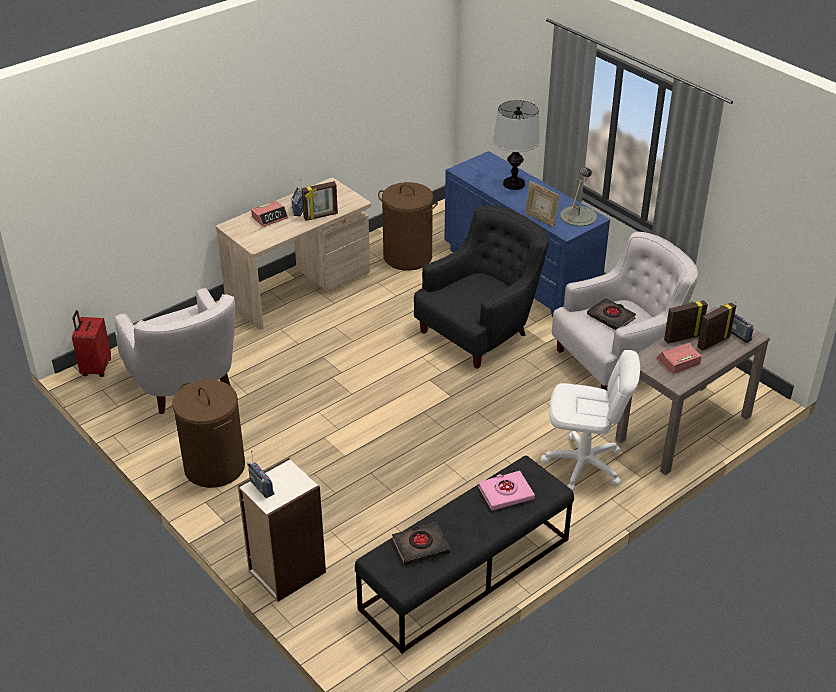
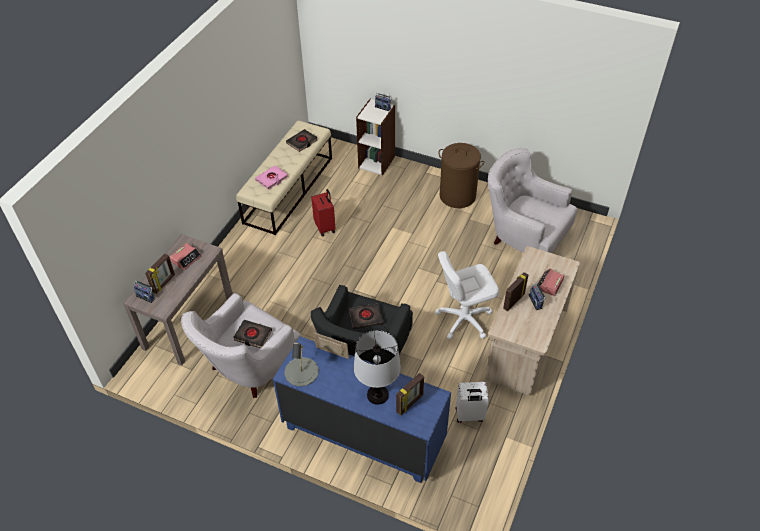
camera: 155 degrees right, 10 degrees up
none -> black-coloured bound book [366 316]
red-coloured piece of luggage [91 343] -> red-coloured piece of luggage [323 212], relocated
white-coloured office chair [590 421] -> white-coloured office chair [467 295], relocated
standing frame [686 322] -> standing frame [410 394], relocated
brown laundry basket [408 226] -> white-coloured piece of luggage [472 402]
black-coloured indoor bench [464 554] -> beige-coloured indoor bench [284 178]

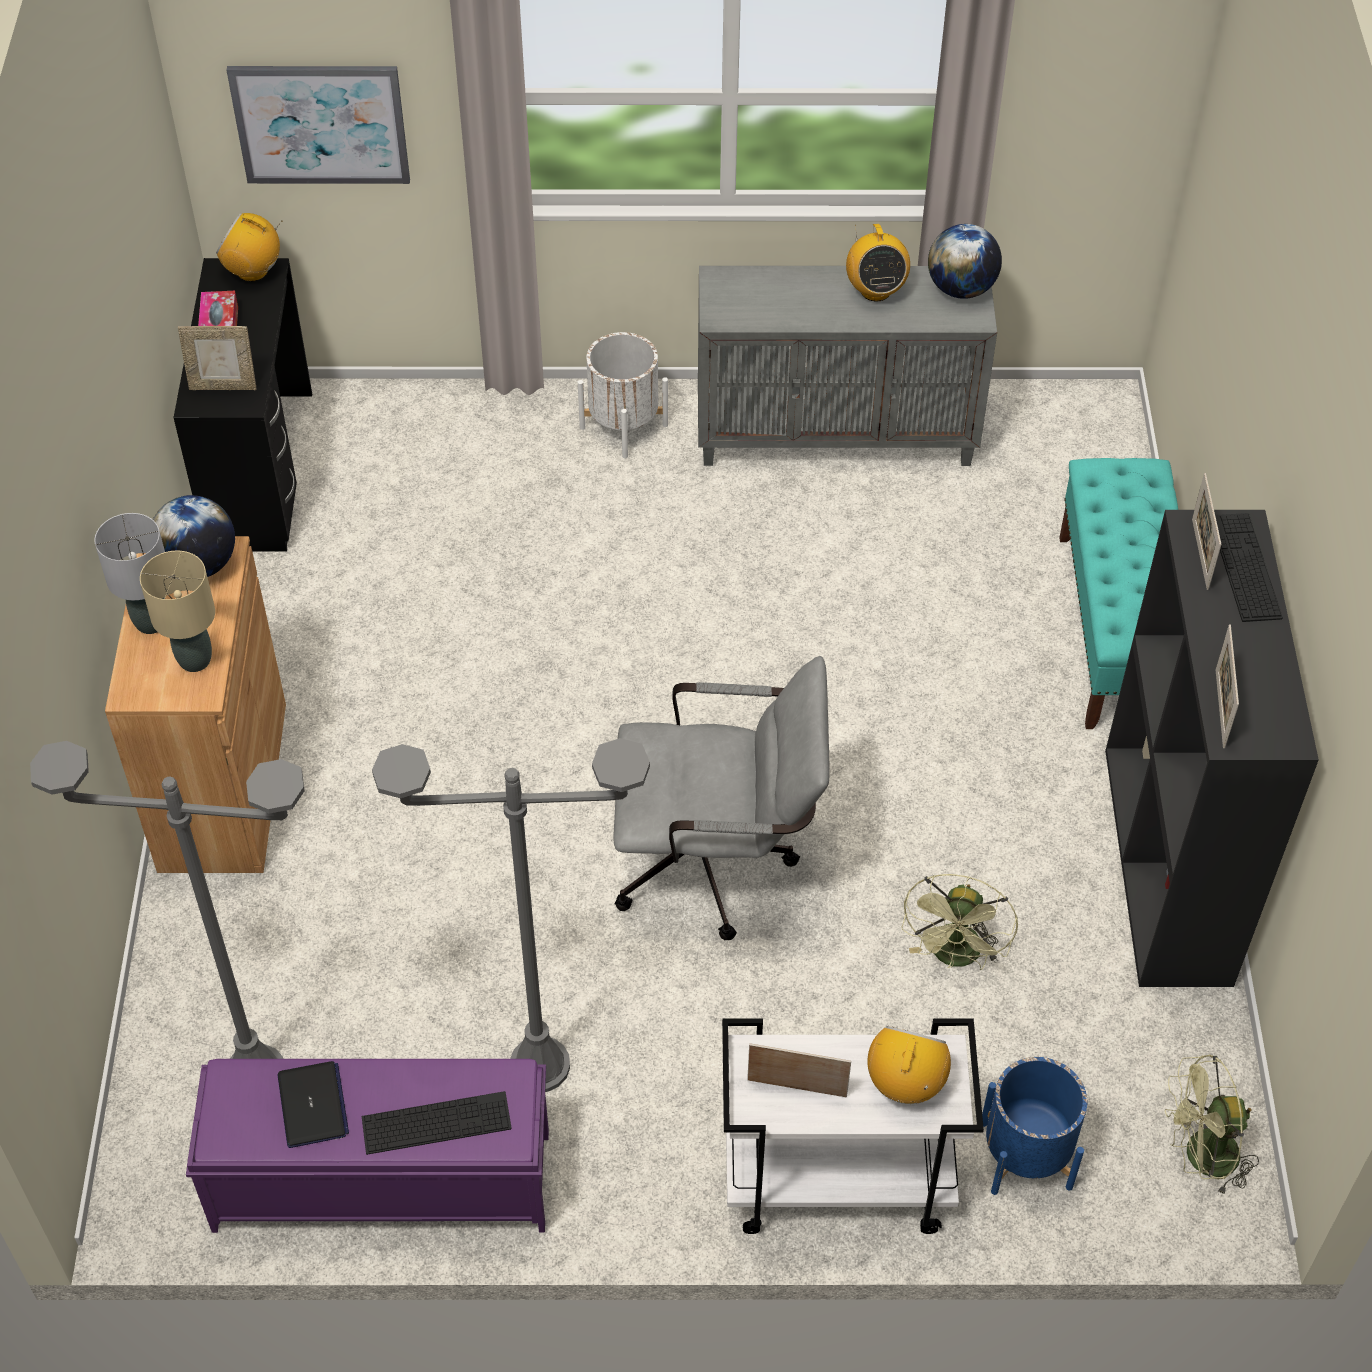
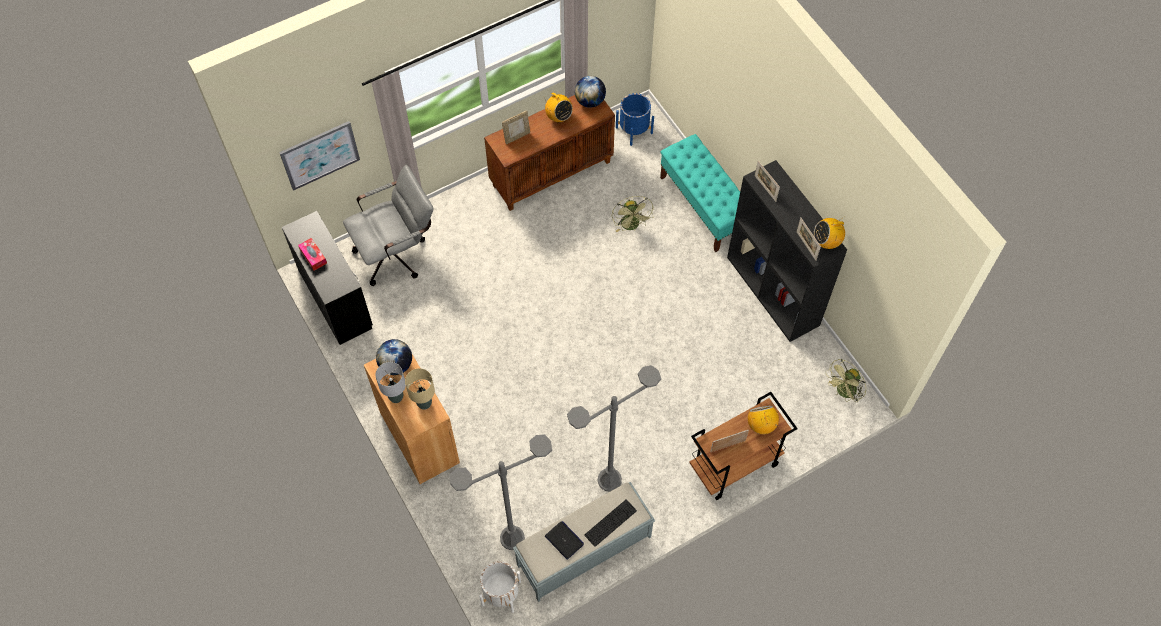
camera: 30 degrees left, 10 degrees up
PC keyboard [1249 567] -> none
standing frame [217 358] -> standing frame [516 127], relocated
radio receiver [249 247] -> radio receiver [829 233], relocated
white-coloured plant pot [623 395] -> white-coloured plant pot [500 587], relocated
greyish office chair [721 798] -> greyish office chair [388 225], relocated
green fan [959 922] -> green fan [633 214], relocated
bluish plant pot [1034 1126] -> bluish plant pot [635 119], relocated
purplish indoor bench [367 1146] -> greyish indoor bench [584 542]
greyish cupboard [847 366] -> brown cupboard [549 153]
white-coloured wheeled cart [853 1126] -> brown wheeled cart [743 446]

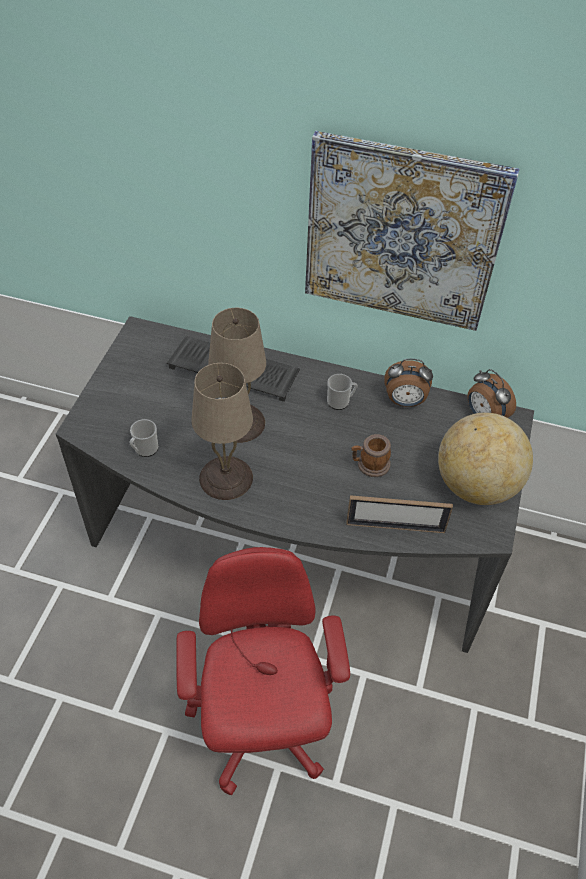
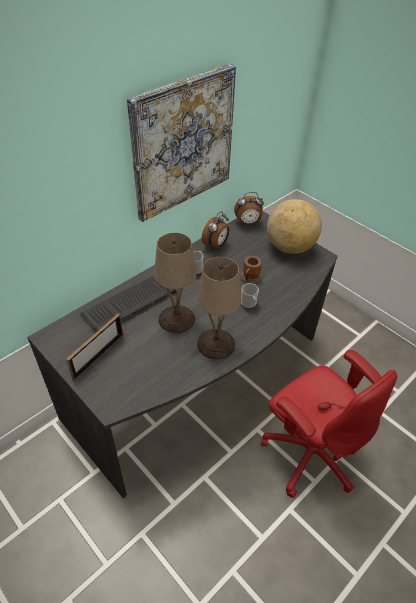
camera: 60 degrees left, 5 degrees down
coffee mug [143 438] -> coffee mug [250 296], relocated
standing frame [399 514] -> standing frame [94 347], relocated
red-coloured office chair [263 671] -> red-coloured office chair [329 424], 150 degrees counterclockwise

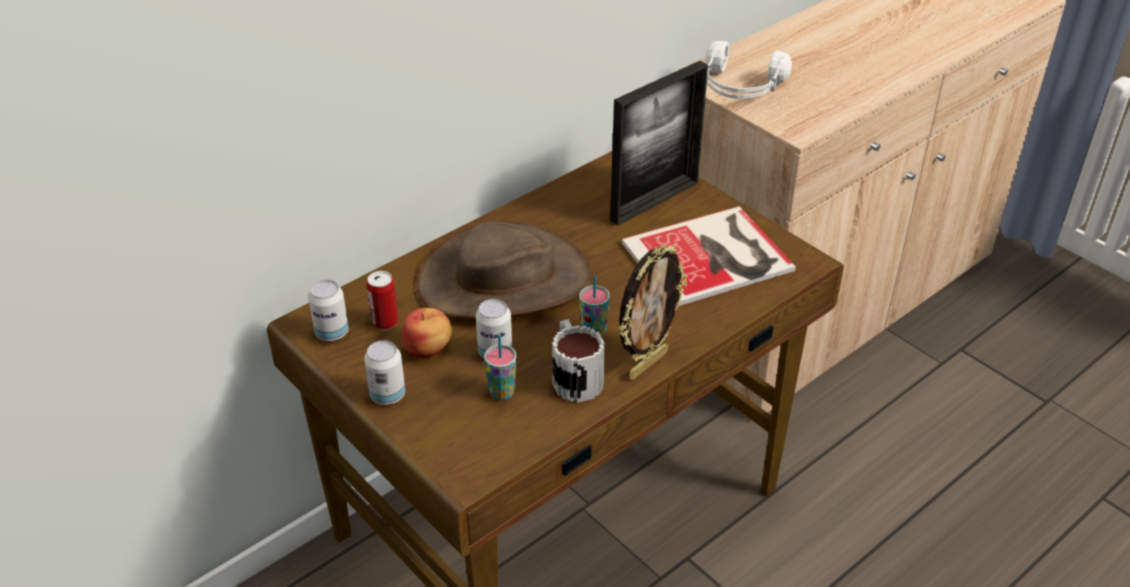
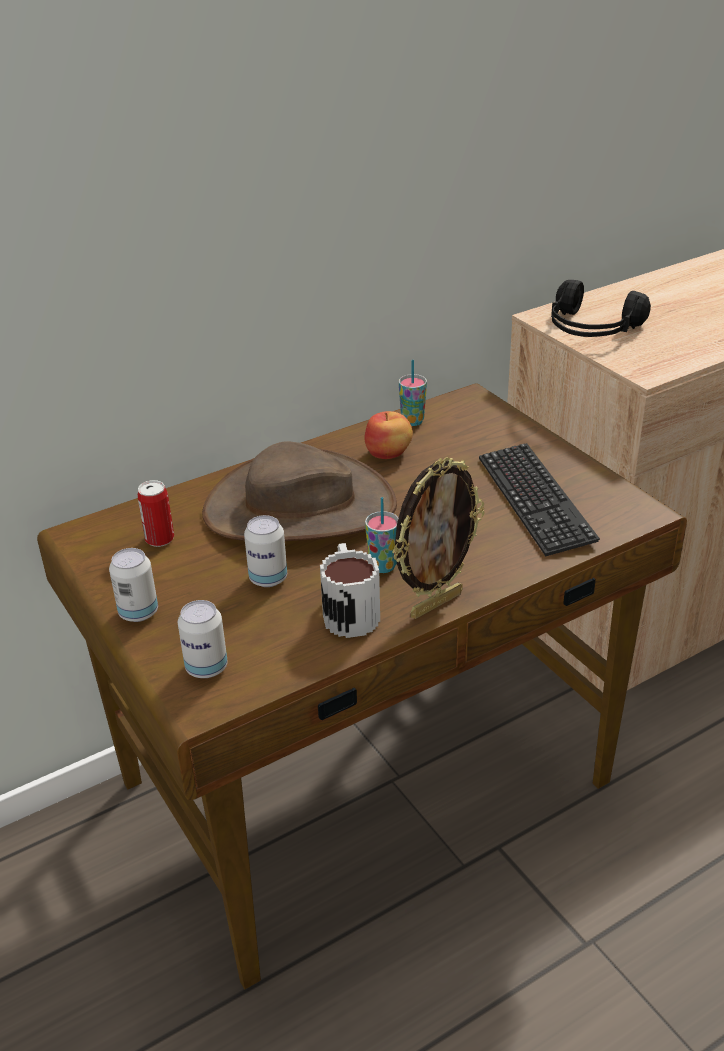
camera: 10 degrees right, 5 degrees down
standing frame [659 143] -> none
can [328 310] -> can [203 639], relocated
apple [427 333] -> apple [389 435], relocated
small cup [500 367] -> small cup [413 393], relocated
bound book [708 256] -> PC keyboard [539 499]
white-coloured pair of headphones [748 70] -> black-coloured pair of headphones [601 308]

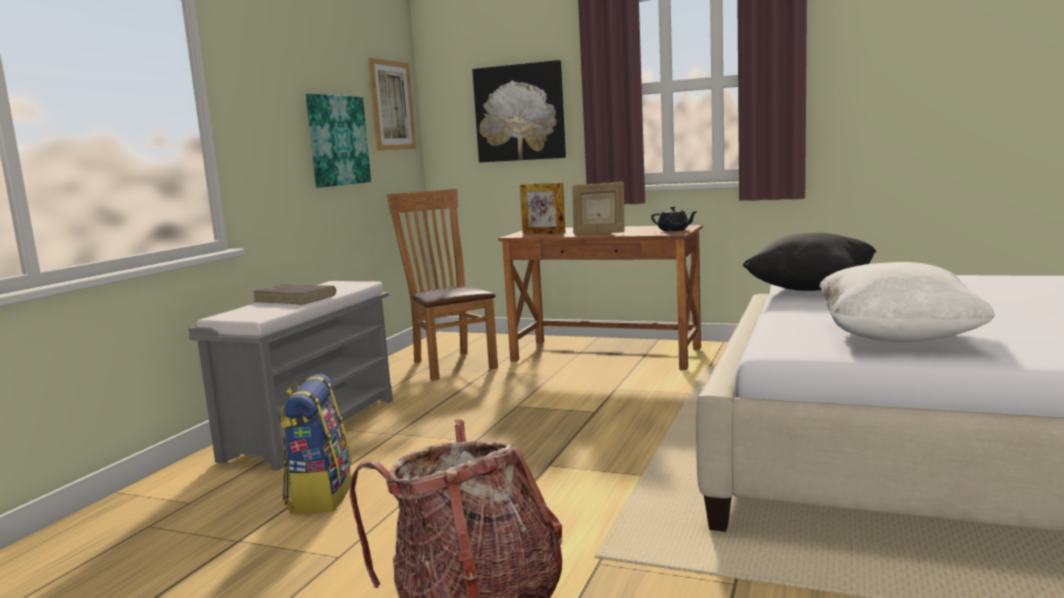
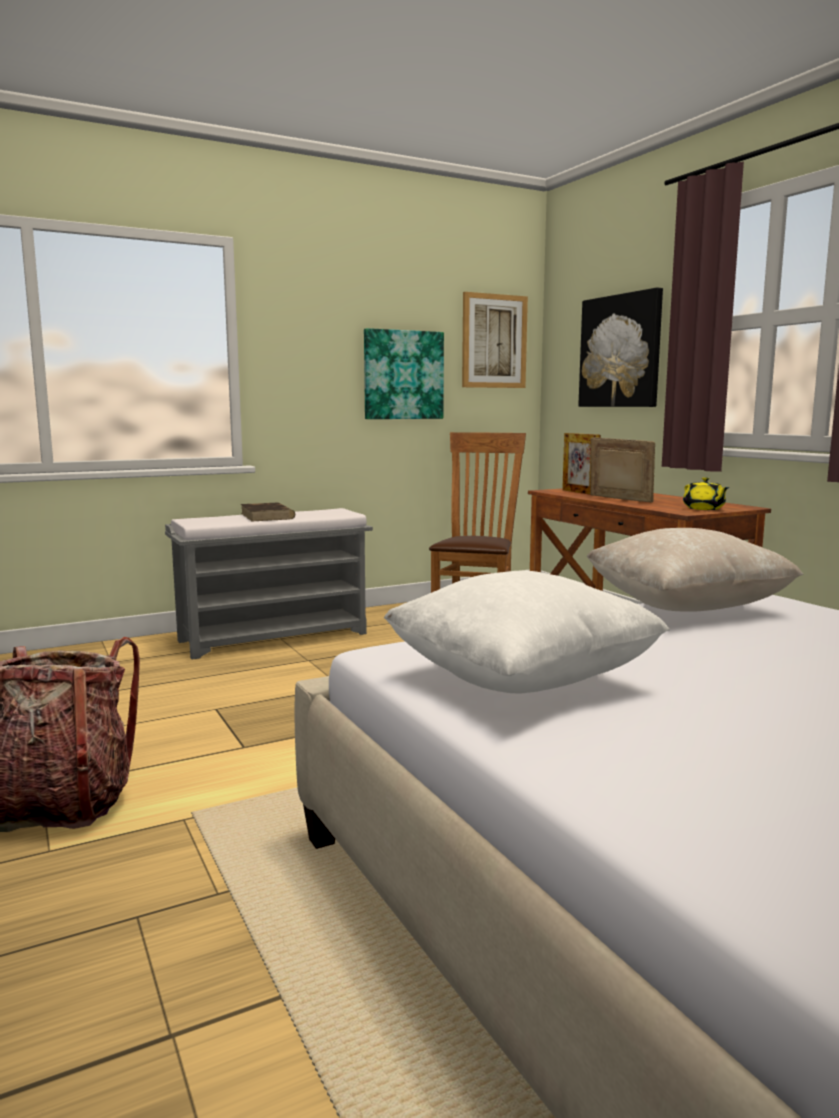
camera: 40 degrees right, 0 degrees up
backpack [316 444] -> none
black-coloured teapot [674 218] -> yellow-coloured teapot [706 493]
black-coloured pillow [810 262] -> beige-coloured pillow [694 570]
standing frame [598 208] -> standing frame [622 469], 150 degrees clockwise

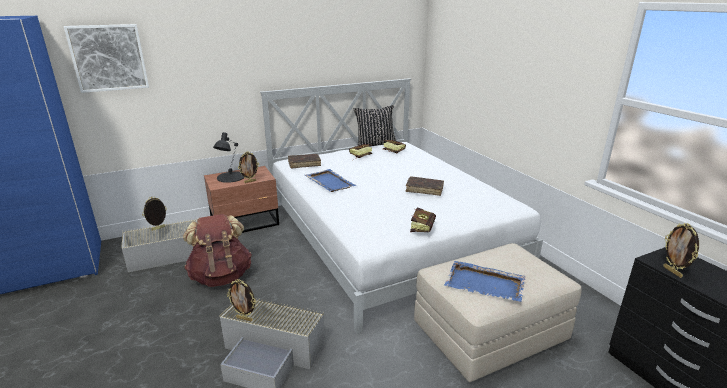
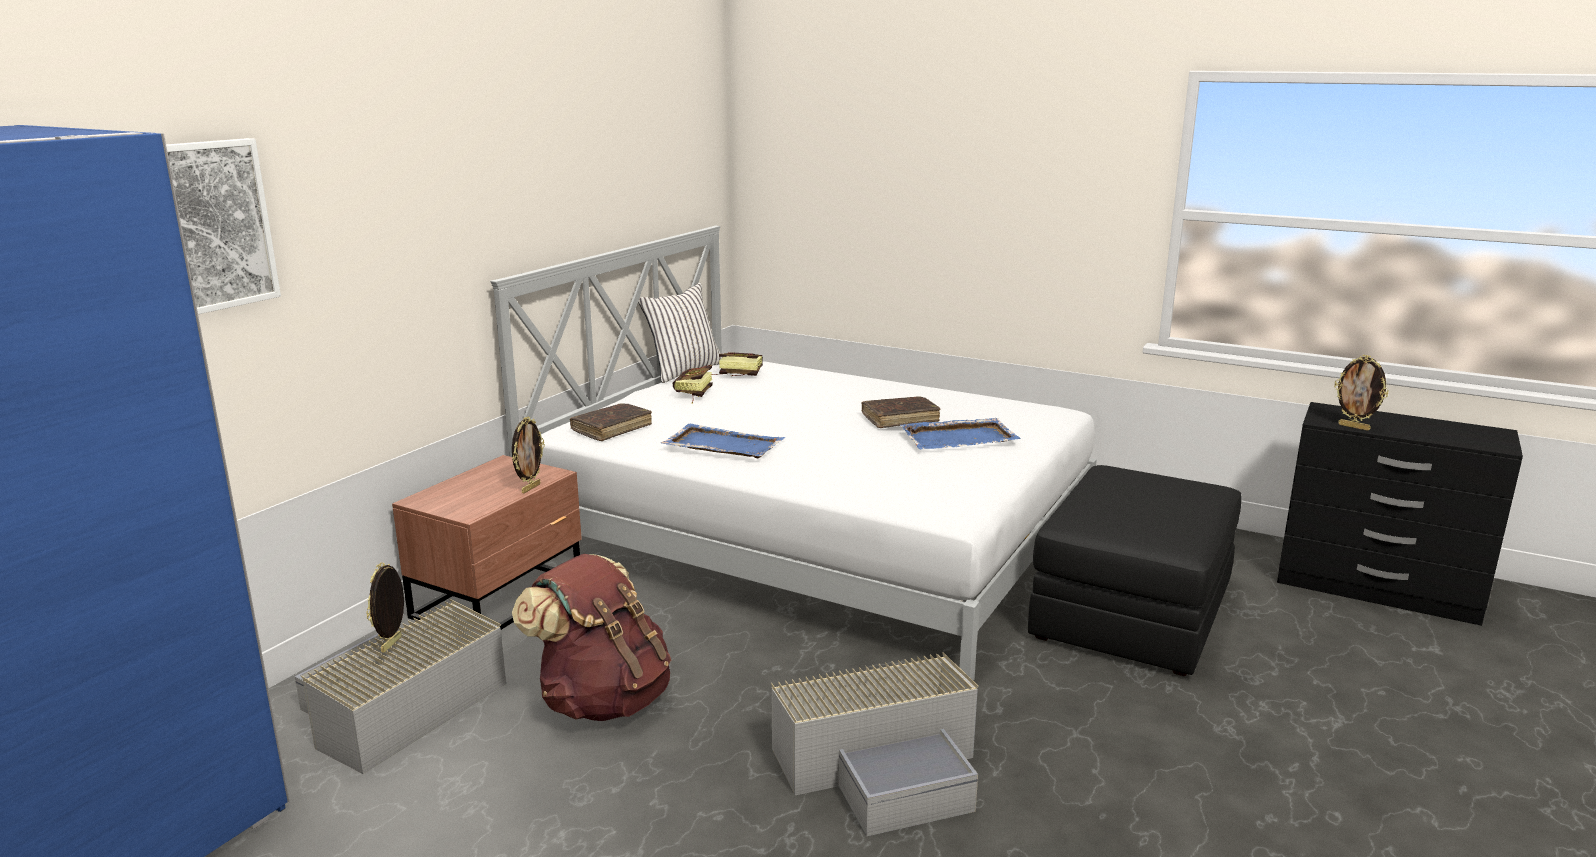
camera: 35 degrees left, 5 degrees down
black-coloured lamp for a table [228 157] -> none
standing frame [241 300] -> none
bound book [423 219] -> none
bluish carrying tray [485 281] -> bluish carrying tray [960 433], relocated
black-coloured pillow [374 126] -> white-coloured pillow [680 333]
beige-coloured ottoman [498 313] -> black-coloured ottoman [1135 570]

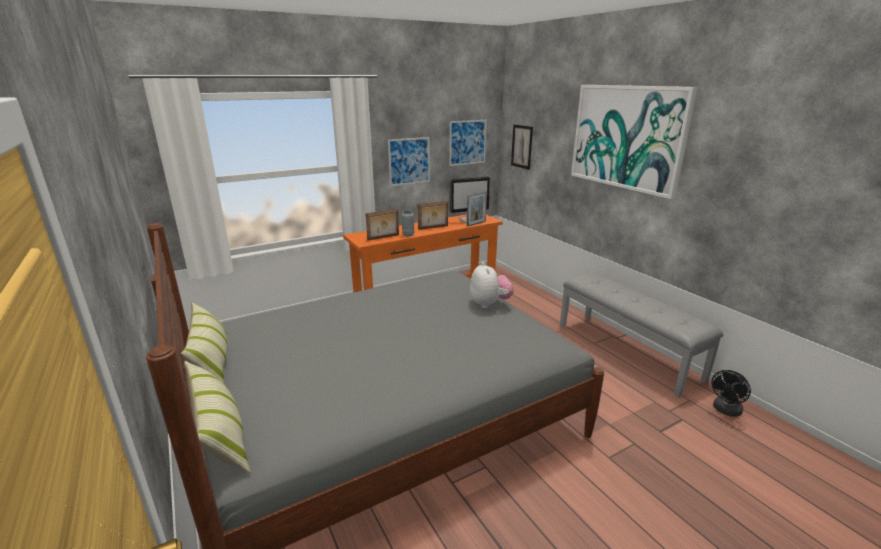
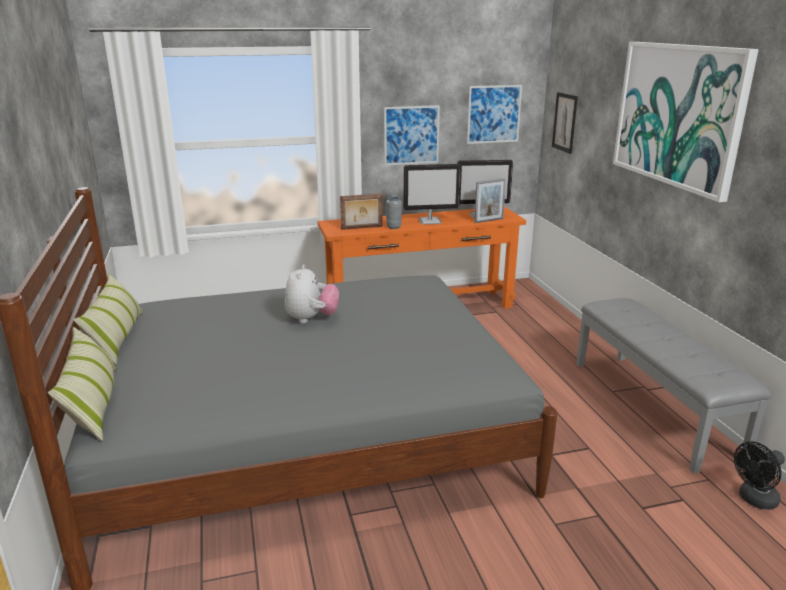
camera: 15 degrees right, 0 degrees up
cuddly toy [492 285] -> cuddly toy [312 293], relocated
standing frame [433 215] -> monitor [432 194]

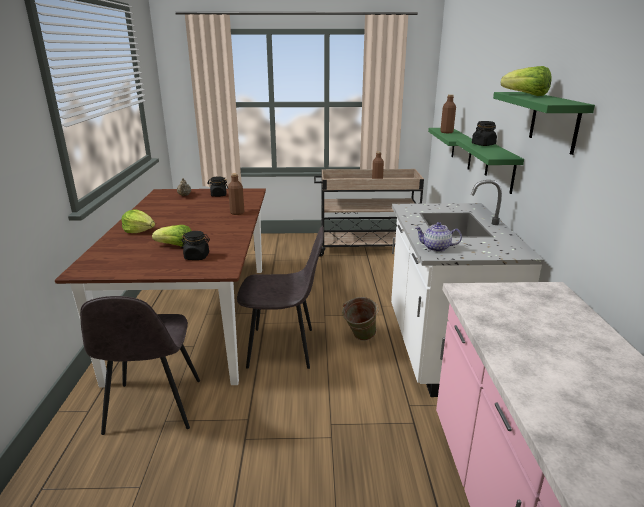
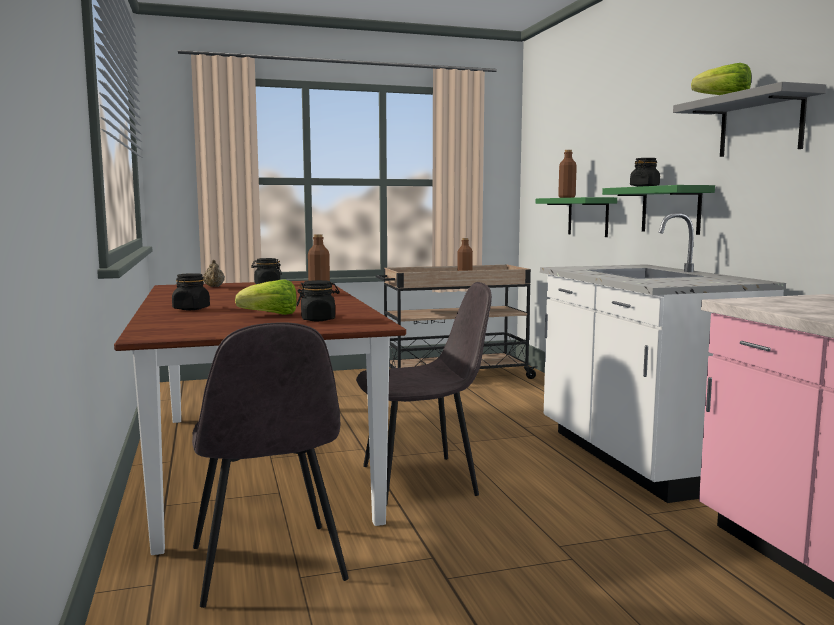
camera: 15 degrees left, 15 degrees down
green pail [360 319] -> none
teapot [438 237] -> none
lettuce [138 221] -> black-coloured jar [191 291]
green bracket shelf [544 123] -> greyish bracket shelf [749 119]

